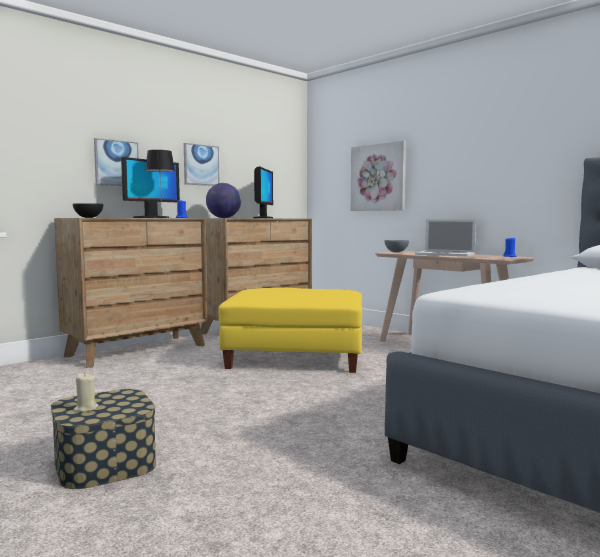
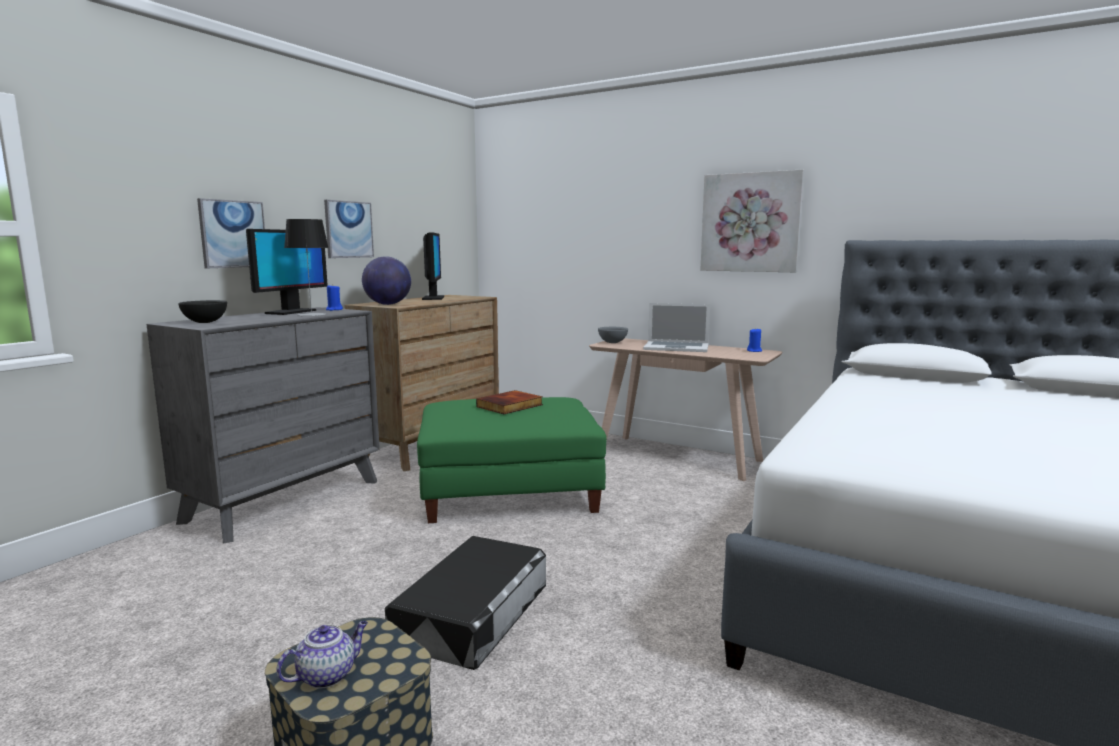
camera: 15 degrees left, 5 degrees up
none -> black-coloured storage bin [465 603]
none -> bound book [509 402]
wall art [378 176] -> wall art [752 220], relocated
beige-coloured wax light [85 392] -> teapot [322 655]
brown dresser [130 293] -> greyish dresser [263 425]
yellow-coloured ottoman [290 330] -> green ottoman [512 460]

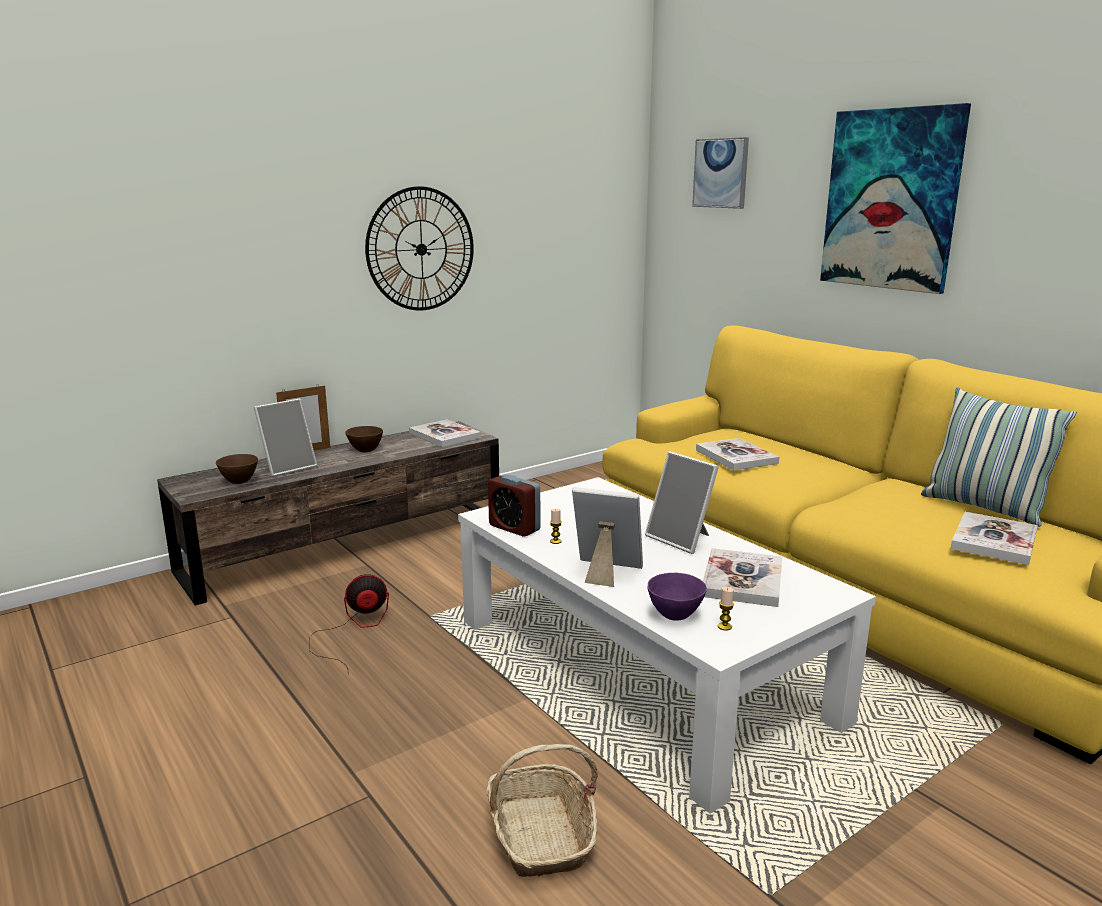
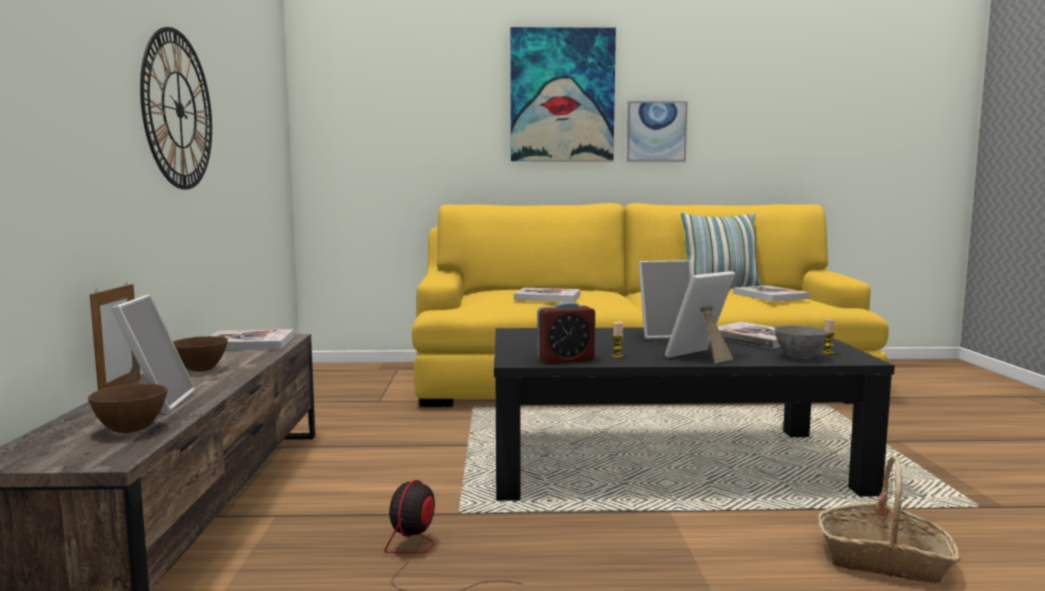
camera: 55 degrees left, 10 degrees down
wall art [720 173] -> wall art [657 131], relocated
white-coloured lounge table [667 645] -> black-coloured lounge table [694 414]
purplish bowl [677 597] -> greyish bowl [801 342]

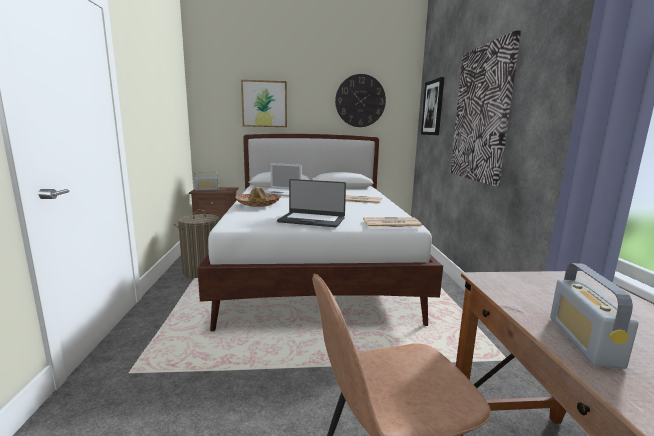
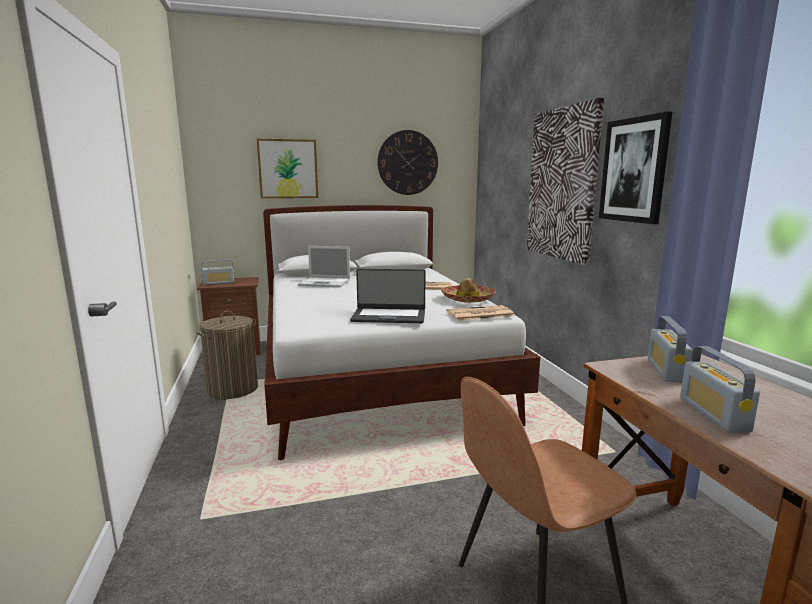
camera: 10 degrees left, 0 degrees up
none -> radio receiver [670 349]
hat [258 197] -> hat [468 290], relocated
wall art [432 106] -> wall art [635 168], relocated

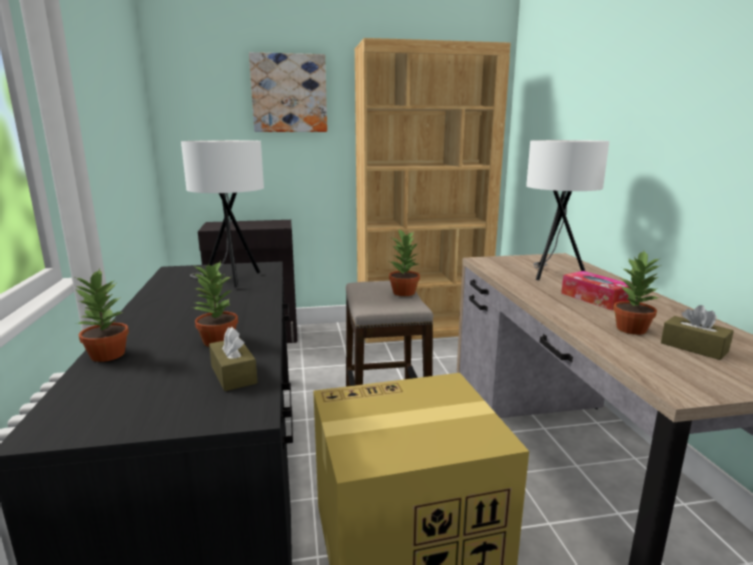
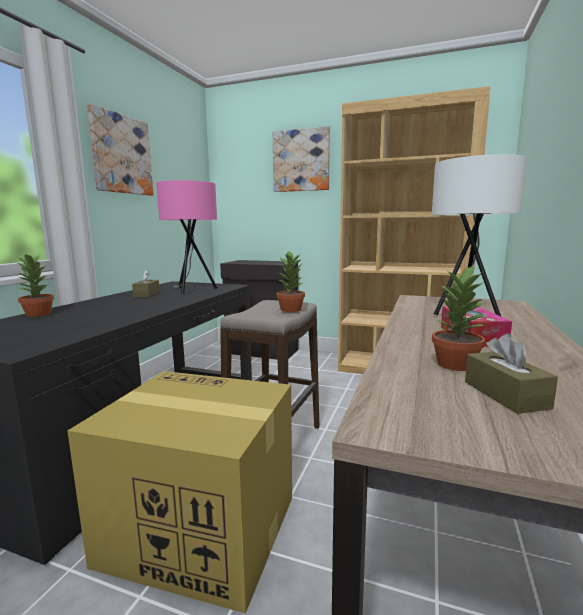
camera: 30 degrees right, 5 degrees down
potted plant [215 304] -> none
none -> wall art [120 150]
brown box of tissues [233 359] -> brown box of tissues [146 283], relocated
white-coloured lamp for a table [222 214] -> pinkish lamp for a table [186 237]

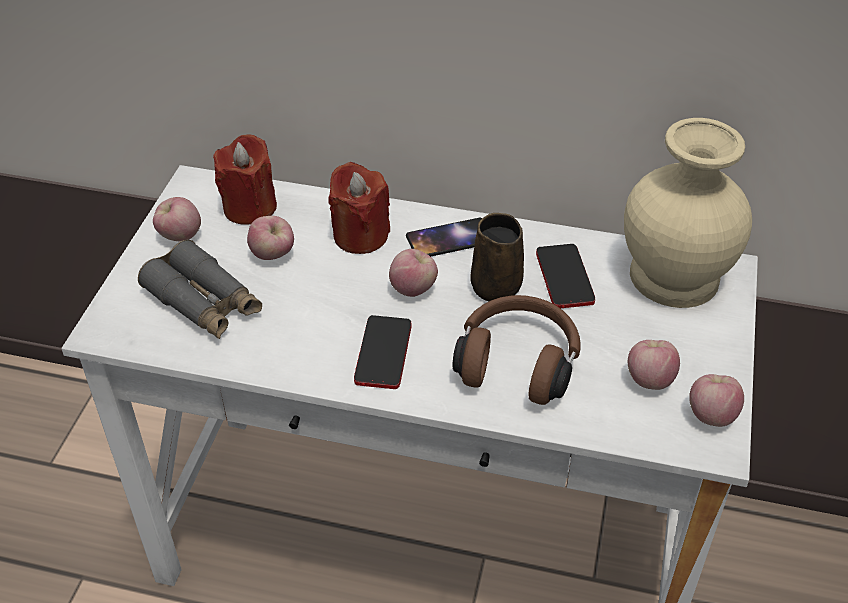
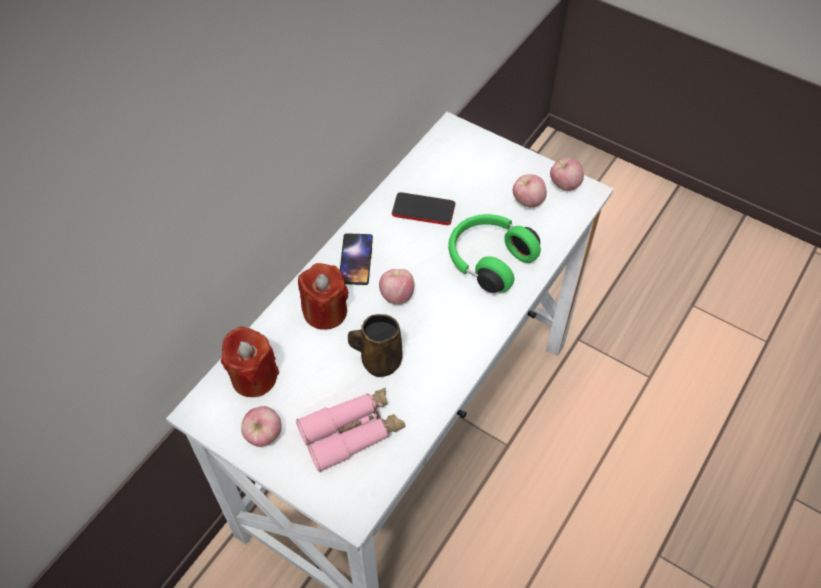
camera: 70 degrees left, 10 degrees up
apple [270 238] -> none
telephone [383 352] -> none
beige-coloured decorative vase [688 213] -> none
brown coffee mug [497 257] -> brown coffee mug [375 345], relocated
greyish pair of binoculars [200 289] -> pinkish pair of binoculars [350 430]
brown pair of headphones [516 350] -> green pair of headphones [494 253]

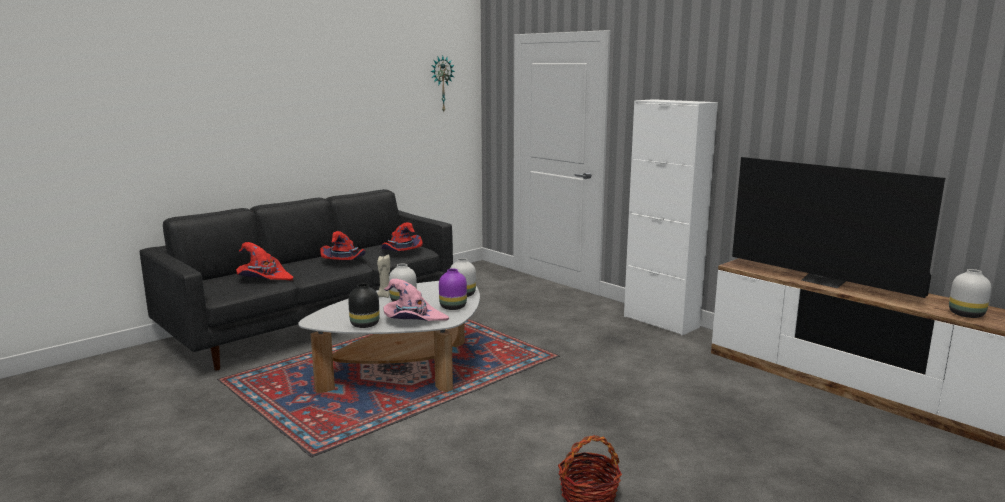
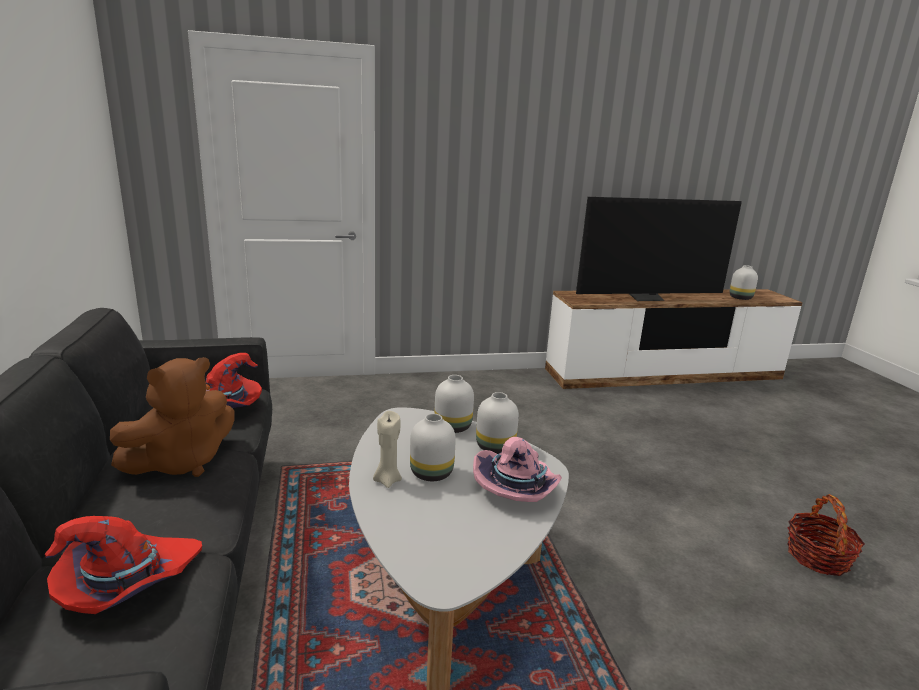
camera: 60 degrees left, 5 degrees up
black-coloured decorative vase [364 305] -> none
hanging clock [442 83] -> none
white-coloured cupboard [671 217] -> none
red-coloured hat [342 245] -> brown cuddly toy [172 417]
purplish decorative vase [453 289] -> white-coloured decorative vase [497 423]

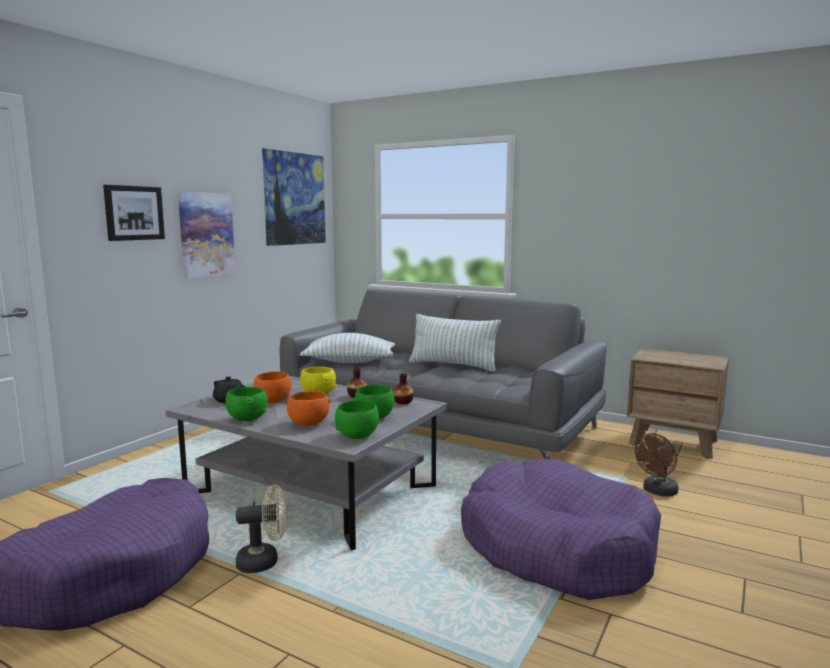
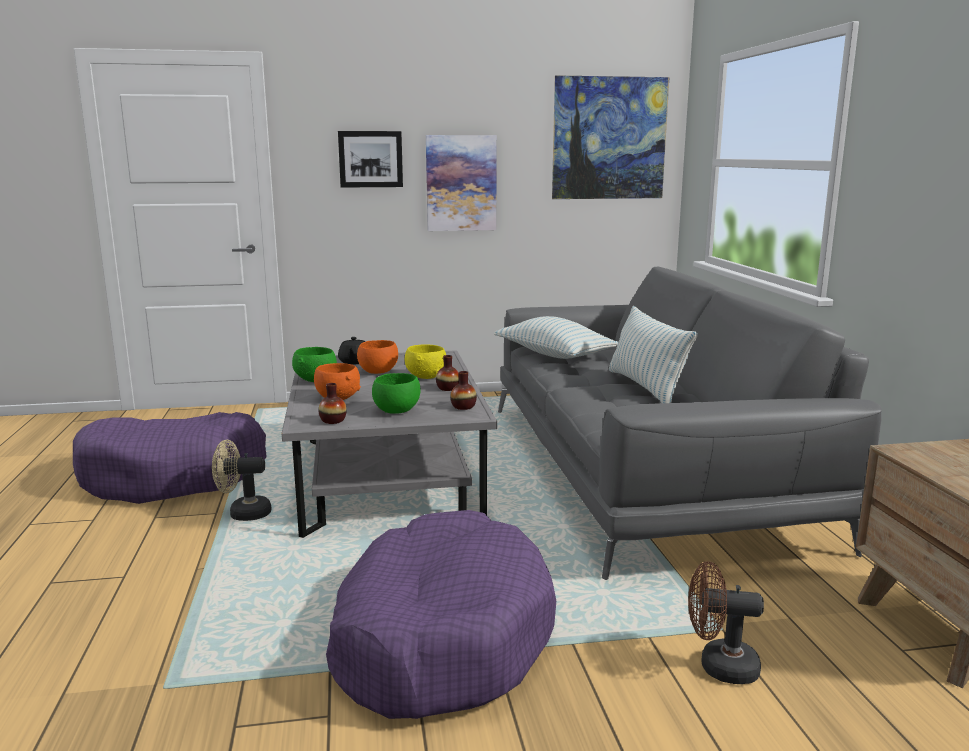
camera: 50 degrees right, 5 degrees up
green bowl [357 419] -> decorative vase [332 403]
beige-coloured fan [262 529] -> beige-coloured fan [242 480], 135 degrees clockwise

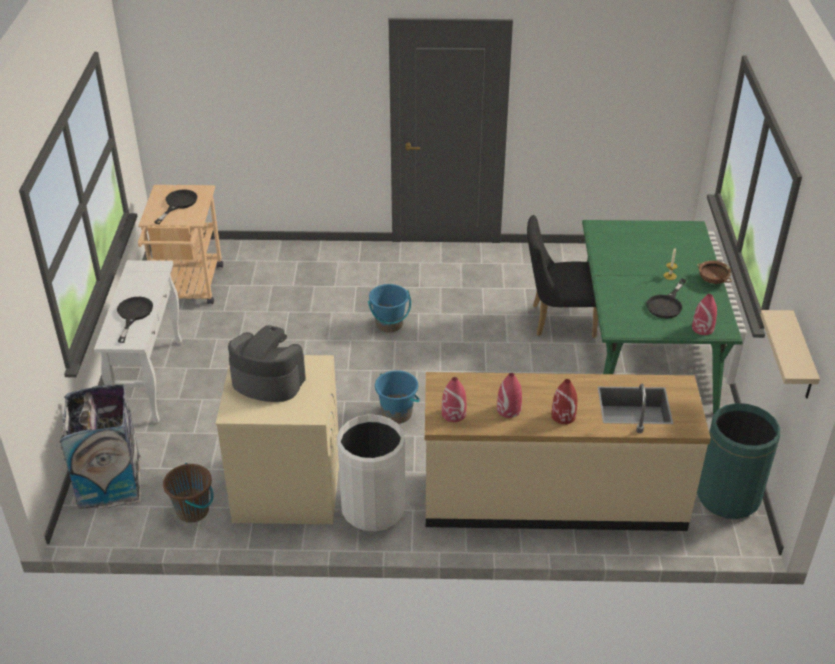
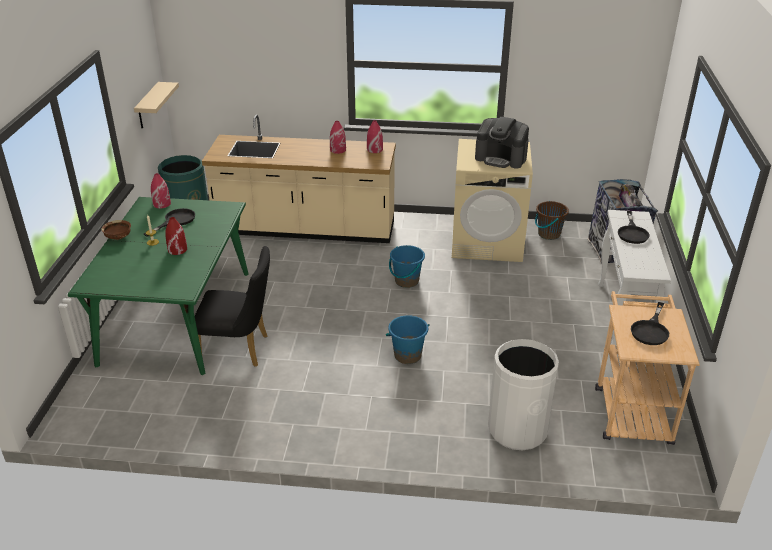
camera: 175 degrees left, 5 degrees down
white-coloured waste bin [371 473] -> white-coloured waste bin [523 394], relocated
red-coloured decorative vase [564 401] -> red-coloured decorative vase [176 236], relocated

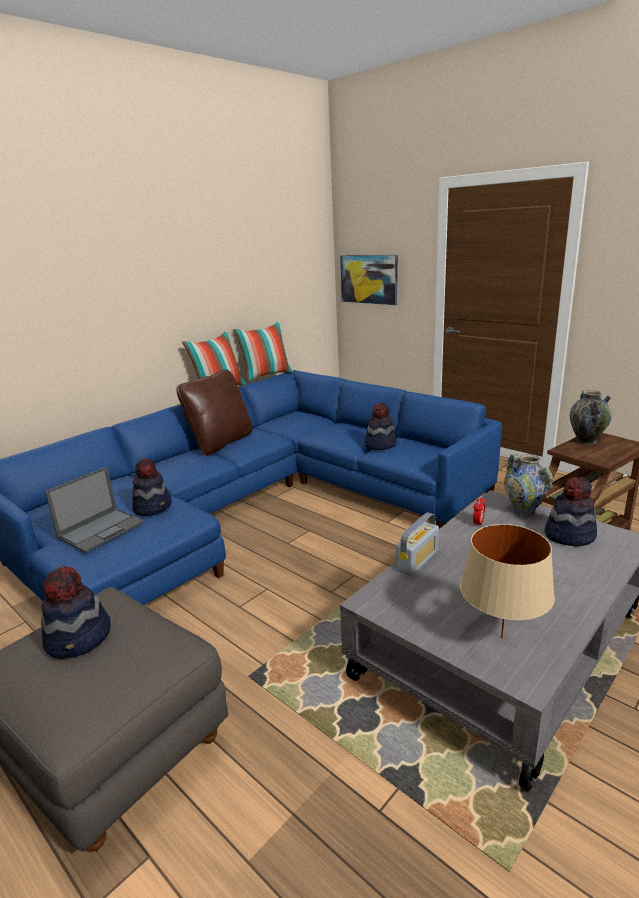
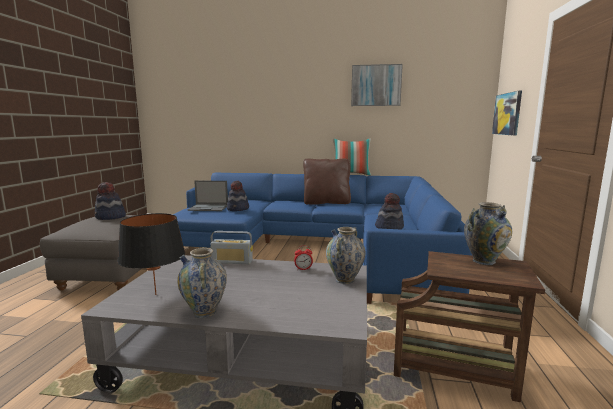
camera: 55 degrees right, 10 degrees down
pillow [263 351] -> none
hat [571 512] -> none
none -> decorative vase [202 282]
none -> wall art [377 85]
beige-coloured lamp for a table [507 581] -> black-coloured lamp for a table [151 254]

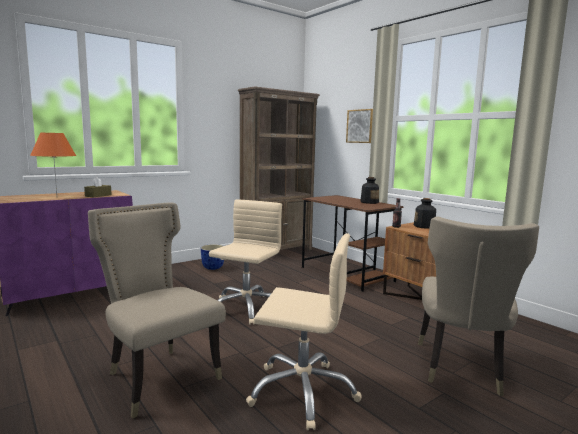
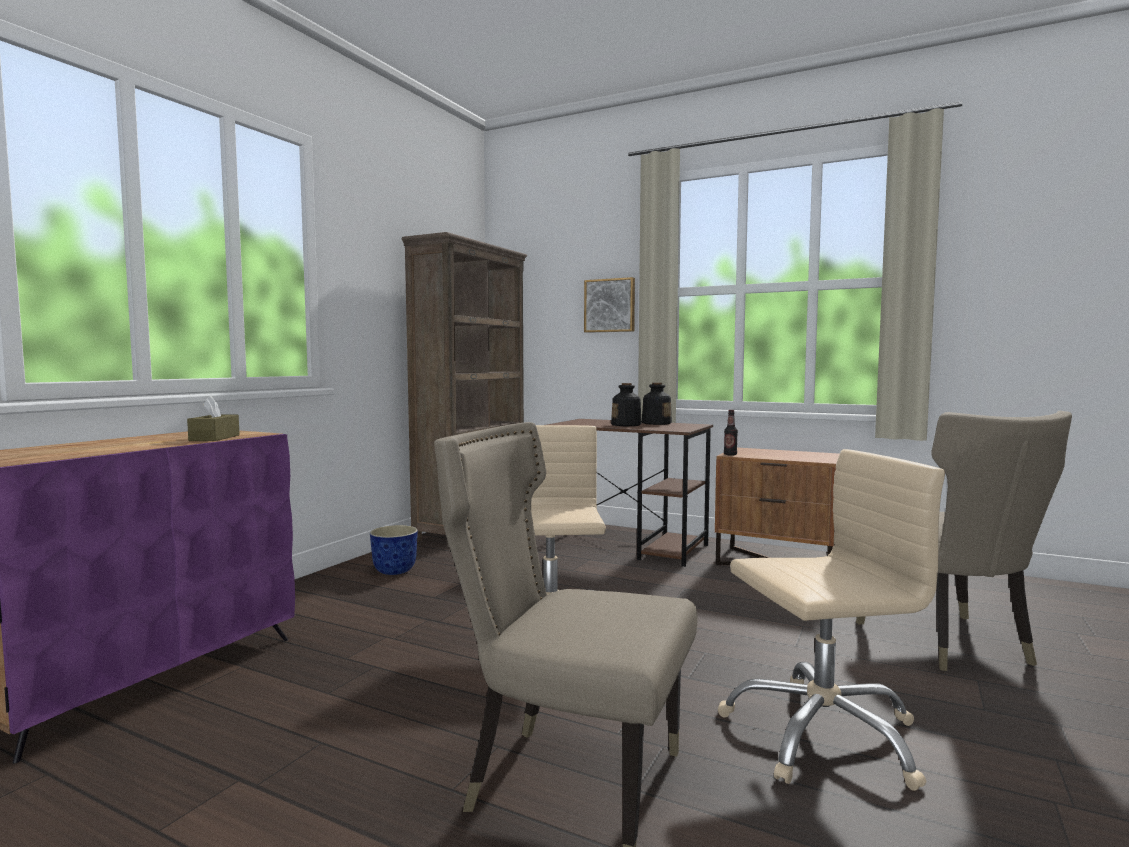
camera: 25 degrees left, 5 degrees down
orange lamp for a table [53 163] -> none
drink bottle [425 213] -> drink bottle [626 404], relocated

